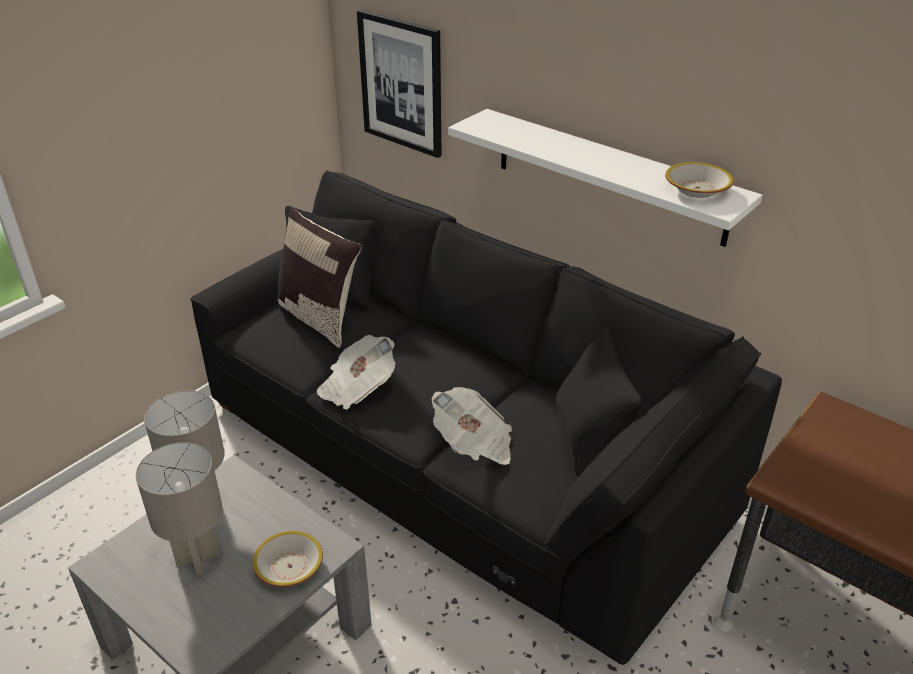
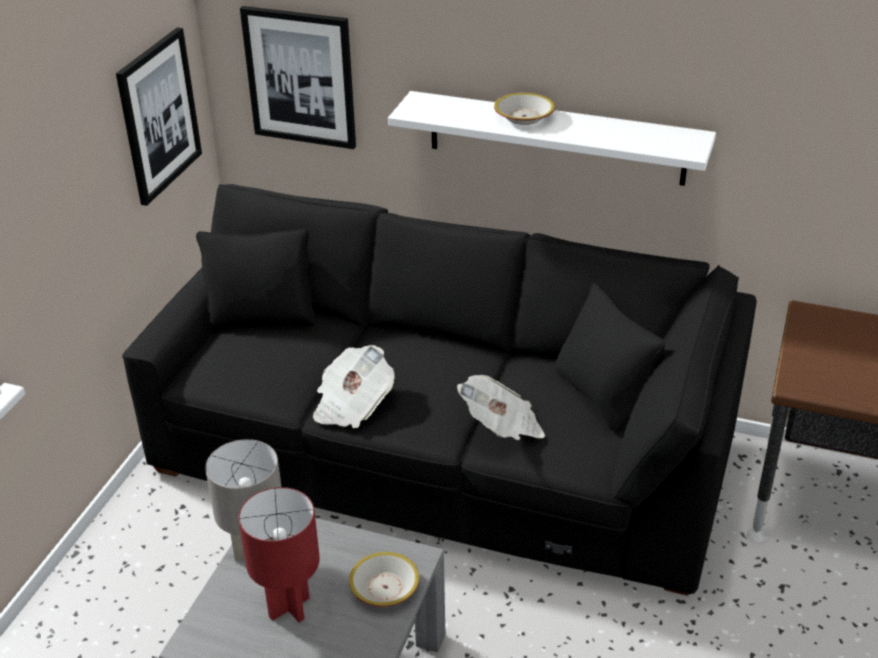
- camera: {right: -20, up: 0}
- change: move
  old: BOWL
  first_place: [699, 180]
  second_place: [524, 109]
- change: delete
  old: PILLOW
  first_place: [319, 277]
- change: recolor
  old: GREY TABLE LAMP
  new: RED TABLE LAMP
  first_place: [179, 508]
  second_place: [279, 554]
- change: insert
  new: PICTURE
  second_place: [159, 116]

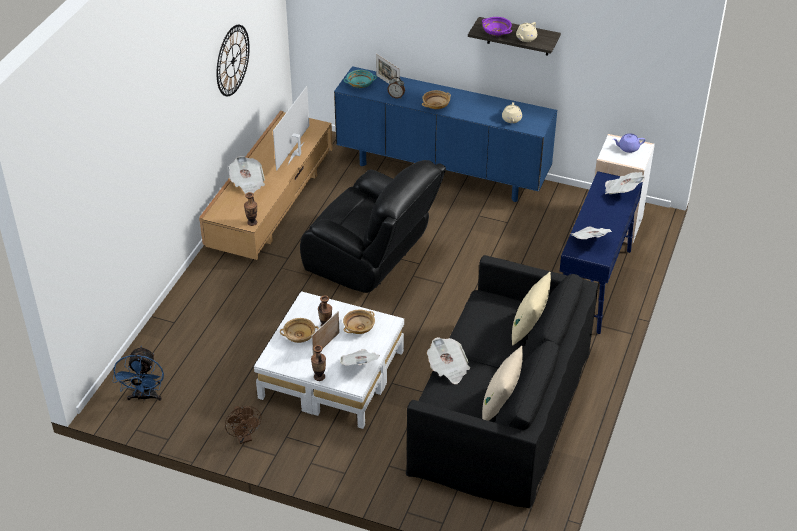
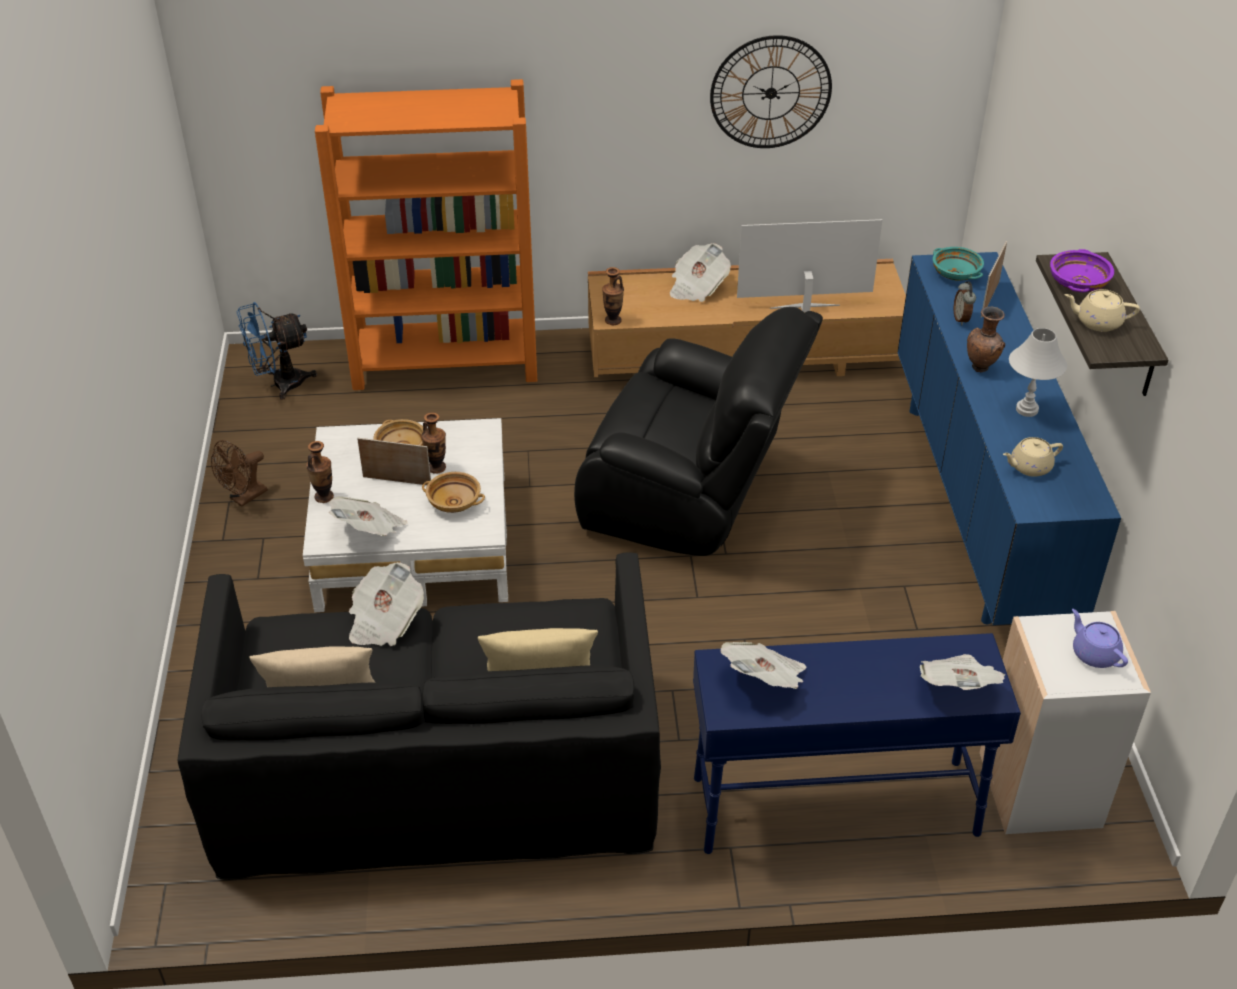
- camera: {right: 65, up: 0}
- change: replace
  old: BEIGE BOWL
  new: BROWN VASE
  first_place: [436, 99]
  second_place: [986, 339]
- change: rotate
  old: BLACK ARMCHAIR
  first_place: [373, 226]
  second_place: [698, 431]
  degrees: -75
- change: insert
  new: ORANGE BOOKCASE
  second_place: [426, 234]
- change: insert
  new: WHITE TABLE LAMP
  second_place: [1038, 372]

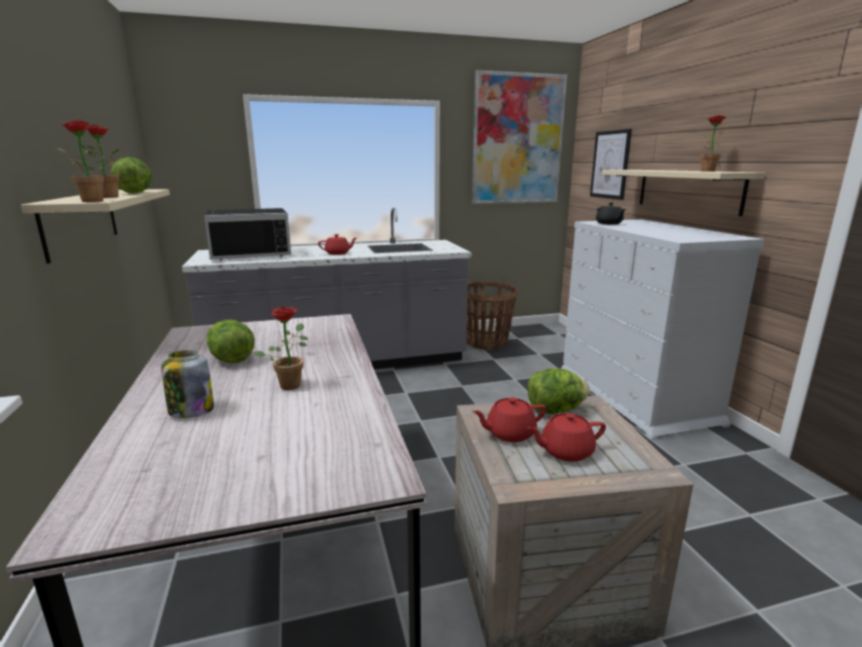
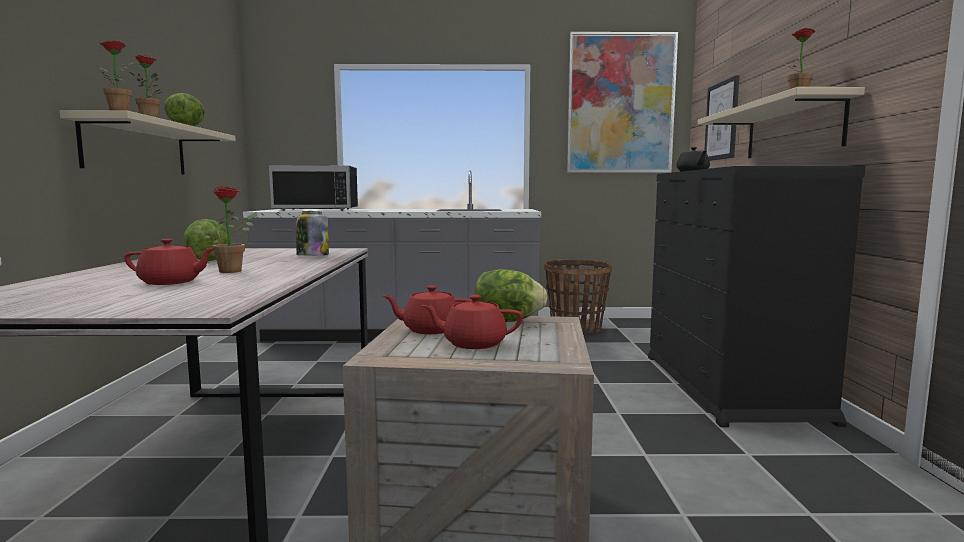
- camera: {right: 15, up: -10}
- change: recolor
  old: WHITE DRESSER
  new: BLACK DRESSER
  first_place: [663, 329]
  second_place: [757, 296]
- change: move
  old: RED TEAPOT
  first_place: [337, 244]
  second_place: [170, 262]
- change: move
  old: JAR
  first_place: [187, 384]
  second_place: [312, 233]

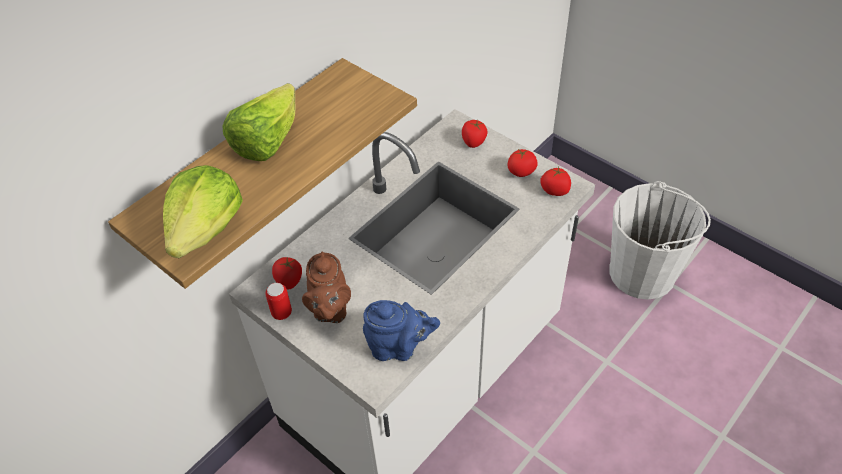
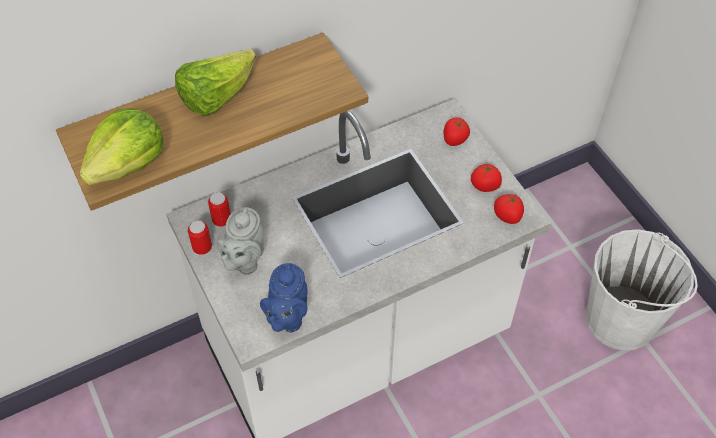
- camera: {right: 20, up: 5}
- change: recolor
  old: BROWN TEAPOT
  new: GREY TEAPOT
  first_place: [326, 287]
  second_place: [240, 241]
- change: replace
  old: TOMATO
  new: CAN
  first_place: [287, 273]
  second_place: [219, 209]
- change: rotate
  old: BLUE TEAPOT
  first_place: [401, 330]
  second_place: [284, 298]
  degrees: 75

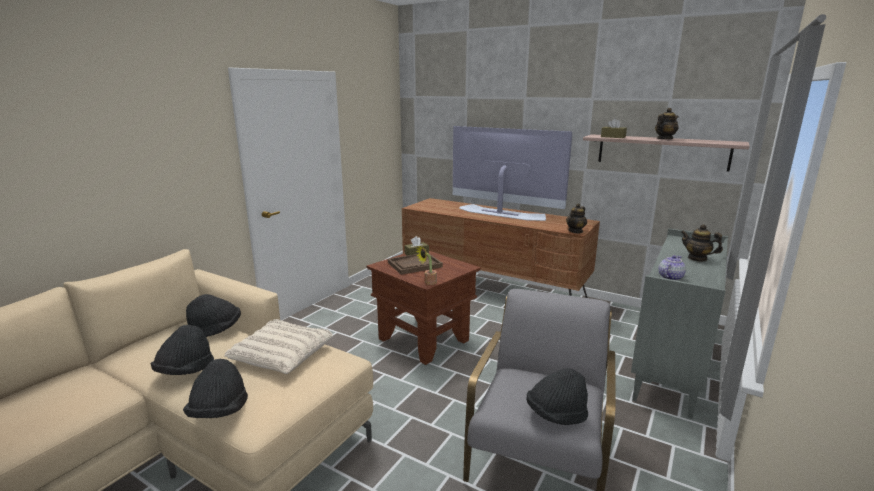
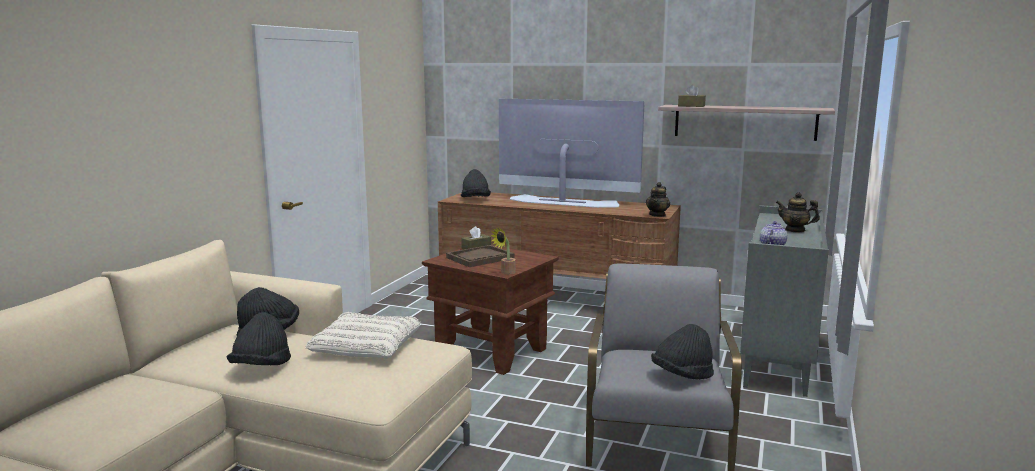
- camera: {right: -10, up: -5}
- change: delete
  old: TEAPOT
  first_place: [667, 123]
- change: move
  old: BLACK HAT
  first_place: [215, 388]
  second_place: [476, 183]

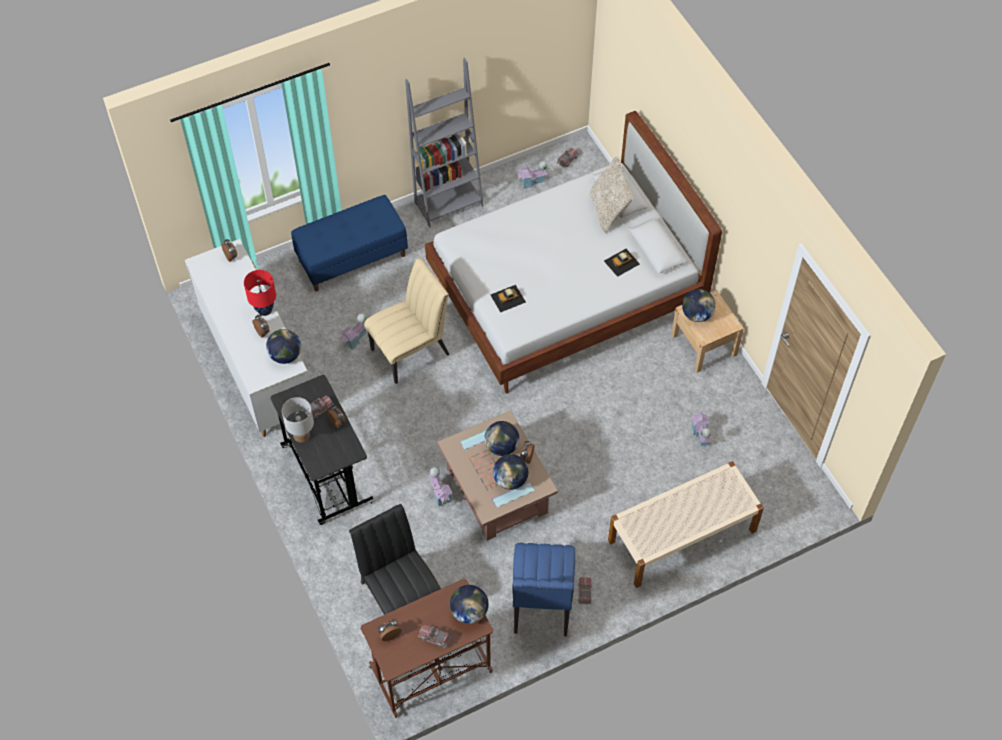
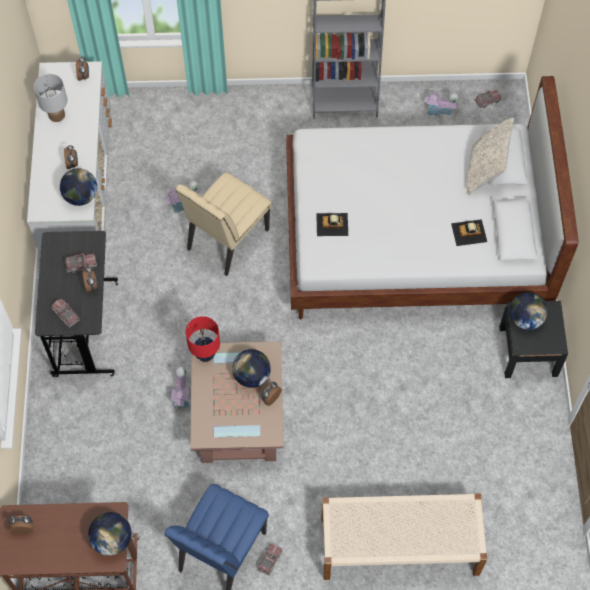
- camera: {right: 25, up: 5}
- change: delete
  old: BLUE BENCH
  first_place: [349, 243]
- change: rotate
  old: BEIGE CHAIR
  first_place: [406, 321]
  second_place: [224, 224]
  degrees: 135
- change: move
  old: RED TABLE LAMP
  first_place: [260, 293]
  second_place: [203, 339]
- change: recolor
  old: BEIGE NIGHTSTAND
  new: BLACK NIGHTSTAND
  first_place: [707, 331]
  second_place: [533, 339]
- change: move
  old: GREY TABLE LAMP
  first_place: [298, 419]
  second_place: [51, 98]
- change: delete
  old: TOY HOUSE
  first_place: [701, 429]
- change: delete
  old: GLOBE
  first_place: [510, 472]
- change: delete
  old: BLACK CHAIR
  first_place: [395, 559]
- change: move
  old: TOY TRUCK
  first_place: [434, 636]
  second_place: [65, 313]

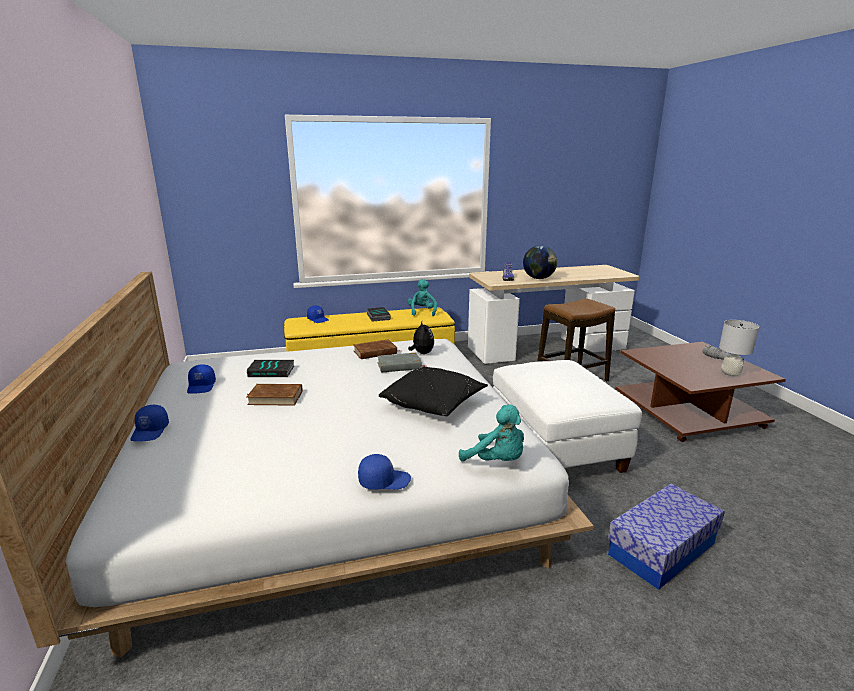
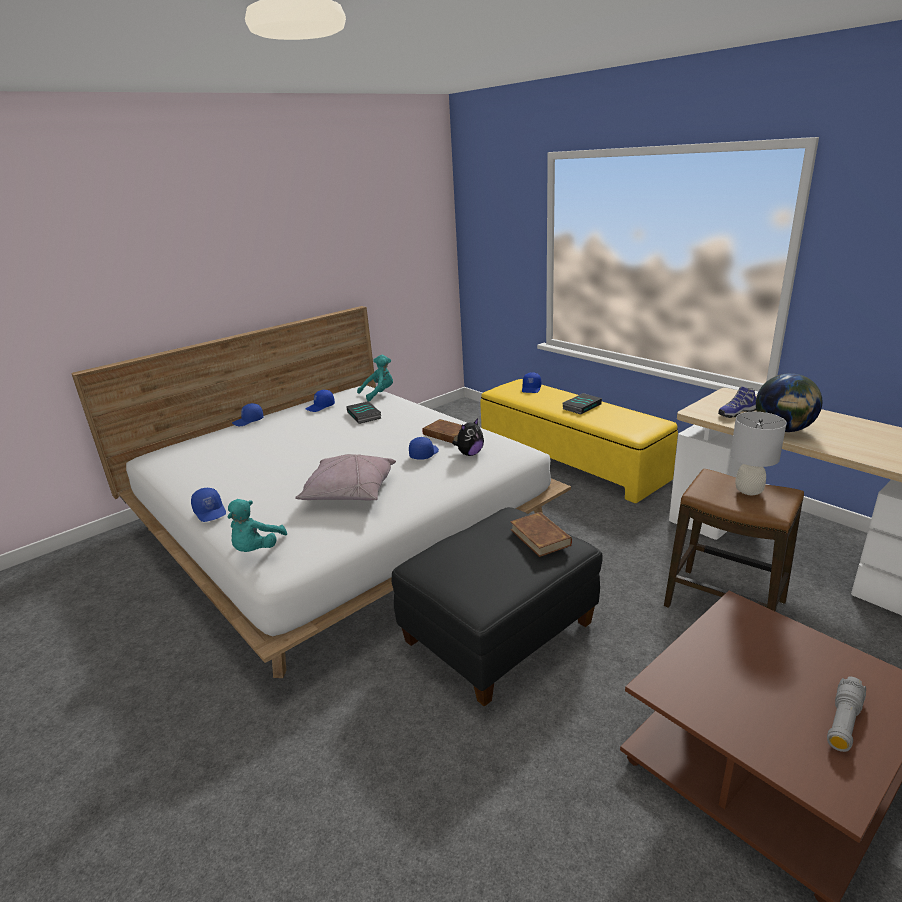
- camera: {right: 65, up: 5}
- change: move
  old: TURQUOISE PLUSH TOY
  first_place: [422, 297]
  second_place: [375, 378]
- change: move
  old: GREY TABLE LAMP
  first_place: [739, 348]
  second_place: [758, 453]
- change: replace
  old: GREY BOOK
  new: BLUE CAP
  first_place: [402, 363]
  second_place: [424, 448]
- change: recolor
  old: WHITE OTTOMAN
  new: BLACK OTTOMAN
  first_place: [567, 416]
  second_place: [497, 607]
- change: recolor
  old: BLACK PILLOW
  new: PURPLE PILLOW
  first_place: [433, 391]
  second_place: [345, 477]
- change: move
  old: BROWN BOOK
  first_place: [275, 395]
  second_place: [541, 534]
- change: delete
  old: STORAGE BOX
  first_place: [666, 537]

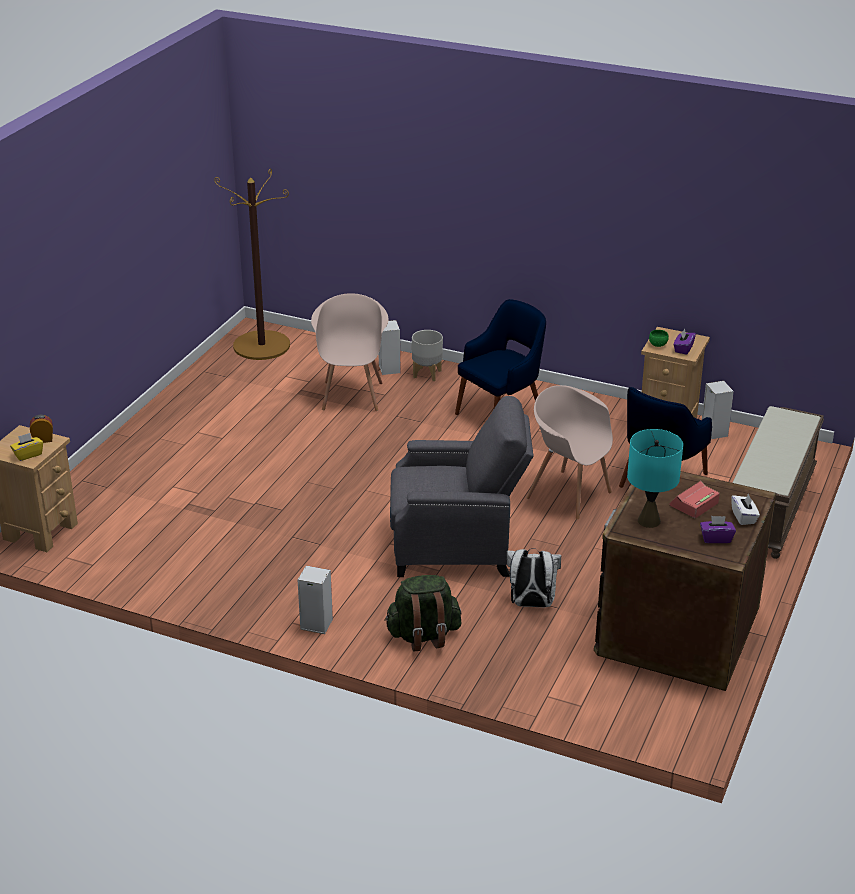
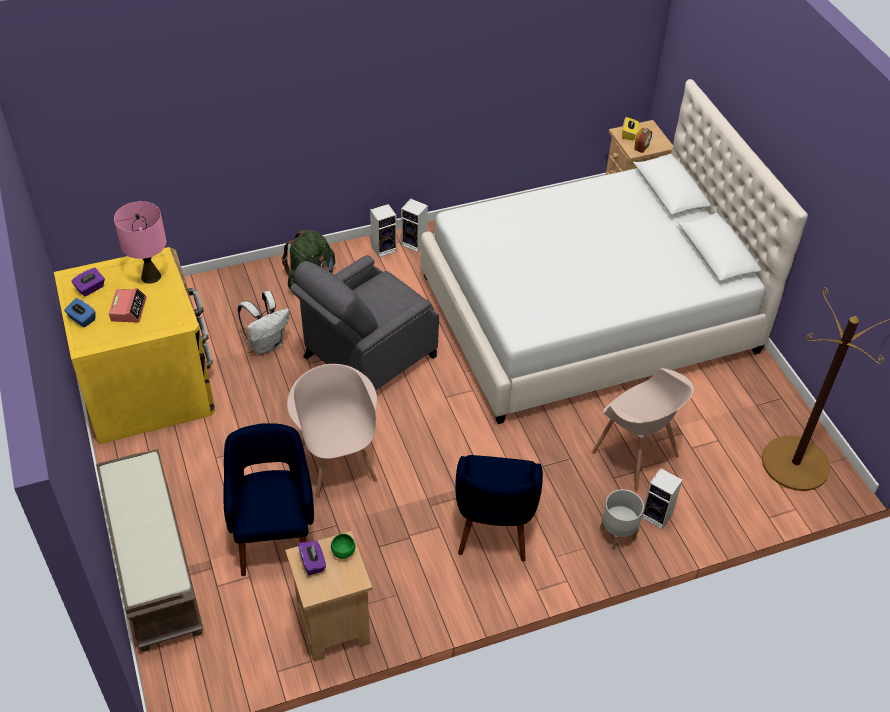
- camera: {right: 135, up: 15}
- change: move
  old: SPEAKER
  first_place: [718, 410]
  second_place: [414, 225]
- change: rotate
  old: BEIGE CHAIR
  first_place: [569, 452]
  second_place: [332, 430]
  degrees: -105
- change: recolor
  old: TURQUOISE TABLE LAMP
  new: PINK TABLE LAMP
  first_place: [655, 478]
  second_place: [140, 242]
- change: recolor
  old: BROWN DRESSER
  new: YELLOW DRESSER
  first_place: [685, 581]
  second_place: [134, 345]
- change: recolor
  old: WHITE TISSUE BOX
  new: BLUE TISSUE BOX
  first_place: [745, 509]
  second_place: [80, 312]
- change: insert
  new: WHITE BED
  second_place: [614, 251]

